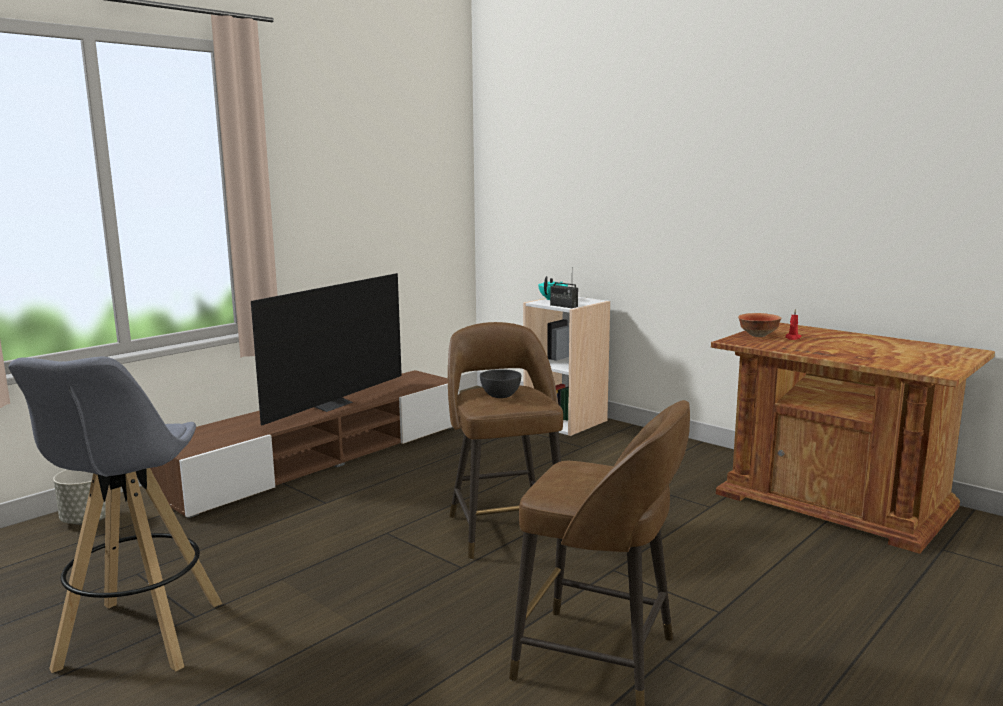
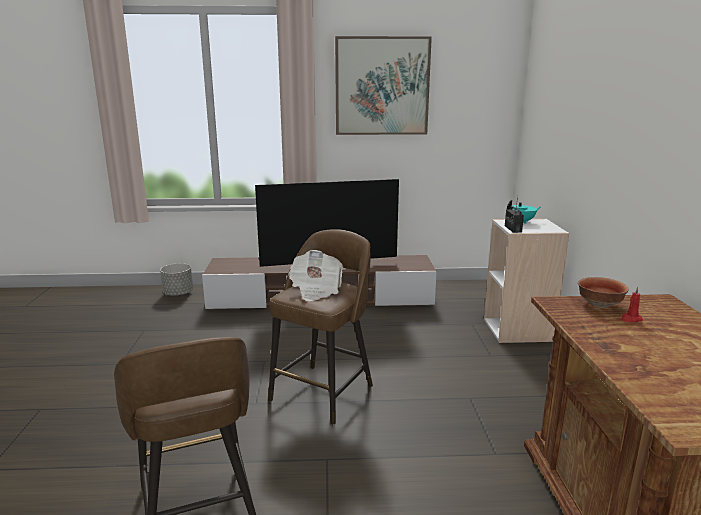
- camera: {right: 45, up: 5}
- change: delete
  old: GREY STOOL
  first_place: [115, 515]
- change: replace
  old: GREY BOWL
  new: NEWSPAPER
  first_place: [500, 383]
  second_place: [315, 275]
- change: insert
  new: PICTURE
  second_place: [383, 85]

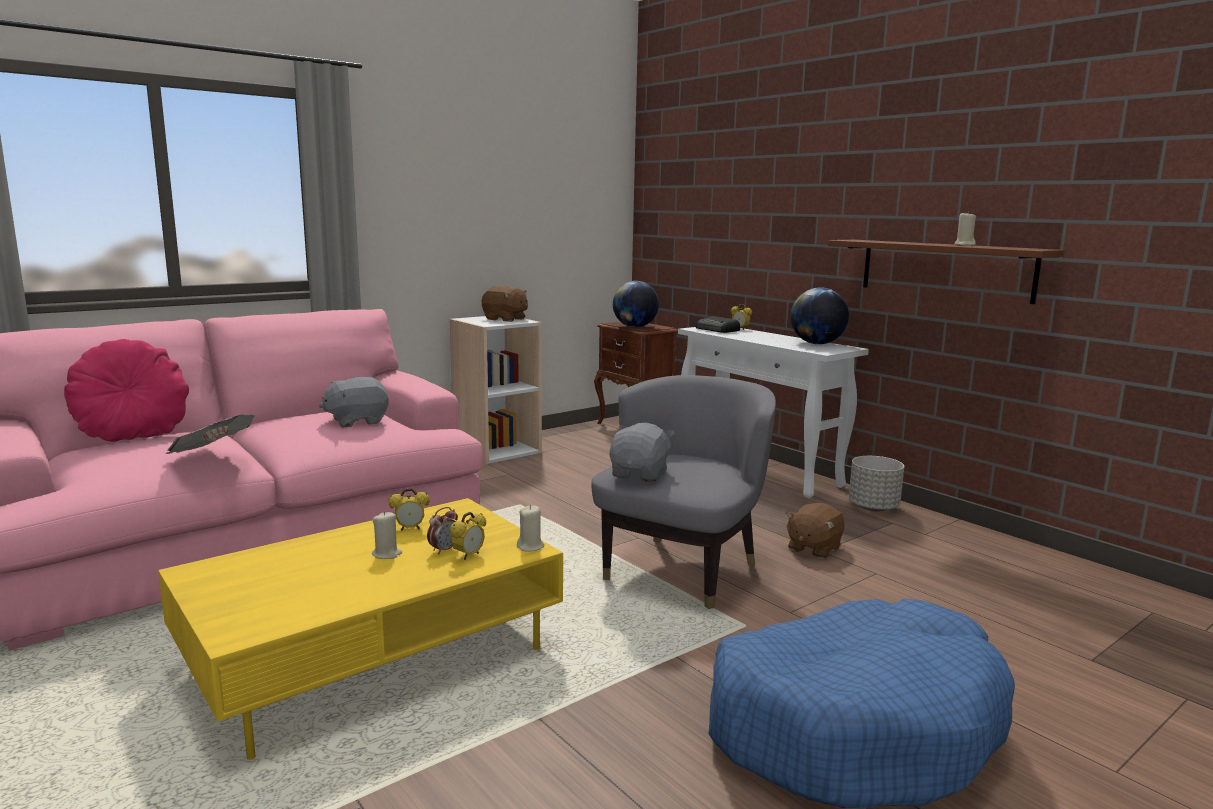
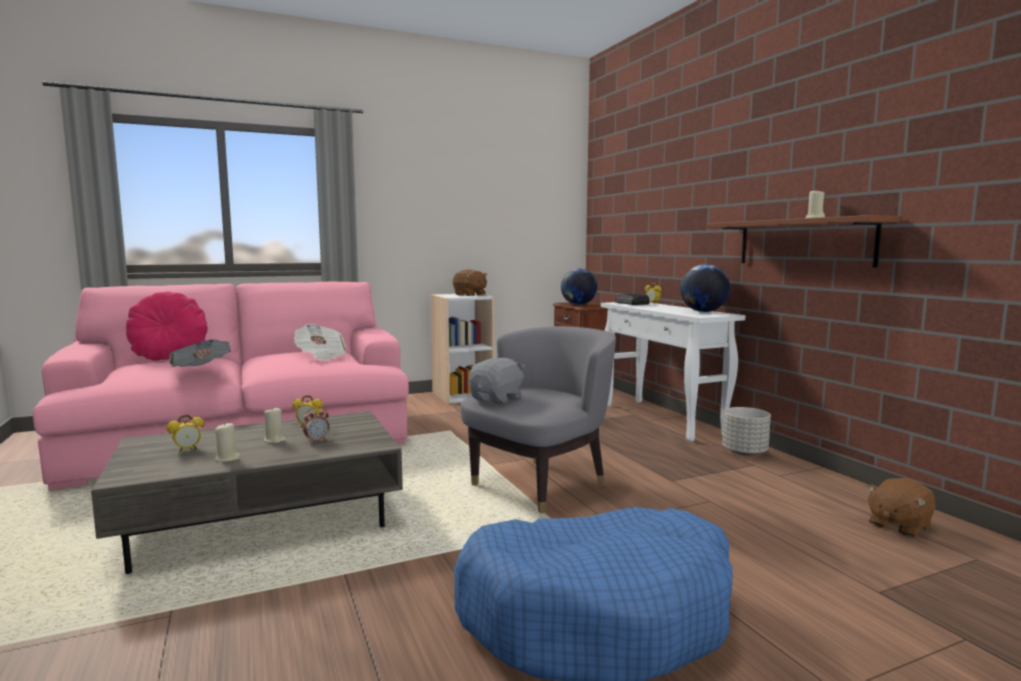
- camera: {right: 15, up: -5}
- change: replace
  old: GREY PLUSH TOY
  new: NEWSPAPER
  first_place: [354, 402]
  second_place: [320, 342]
- change: recolor
  old: YELLOW COFFEE TABLE
  new: GREY COFFEE TABLE
  first_place: [360, 629]
  second_place: [247, 492]
- change: move
  old: BROWN PLUSH TOY
  first_place: [815, 531]
  second_place: [900, 508]
- change: move
  old: BEIGE CANDLE
  first_place: [531, 528]
  second_place: [227, 442]
- change: move
  old: ALARM CLOCK
  first_place: [468, 536]
  second_place: [185, 433]

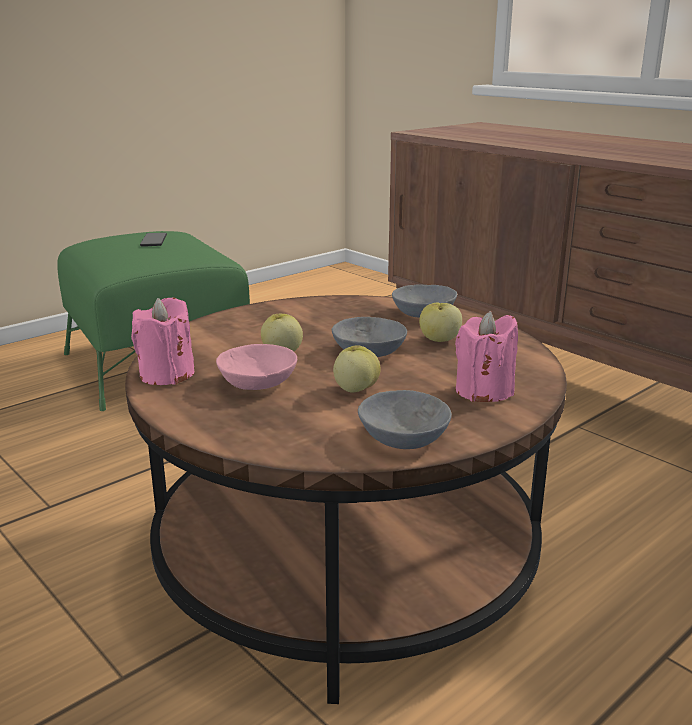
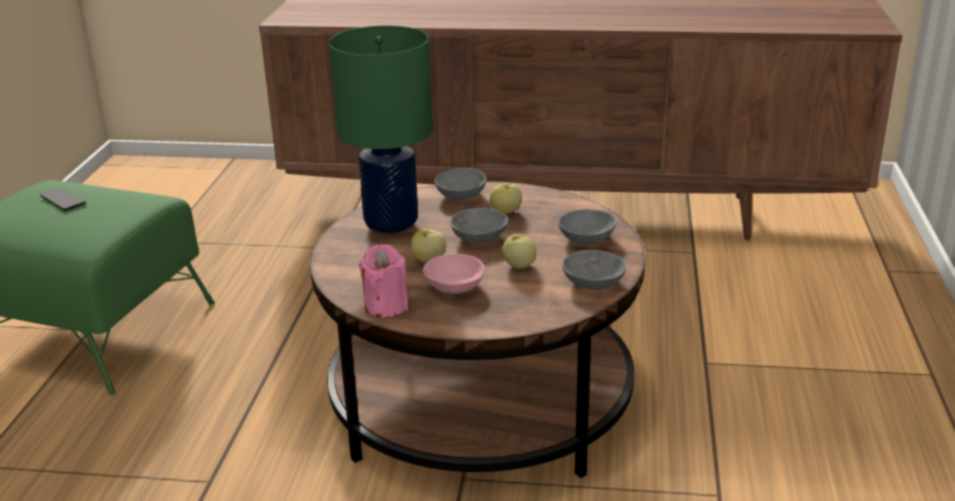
- camera: {right: -40, up: 5}
- change: replace
  old: PINK CANDLE
  new: GREY BOWL
  first_place: [486, 356]
  second_place: [587, 227]
- change: insert
  new: GREEN TABLE LAMP
  second_place: [381, 129]

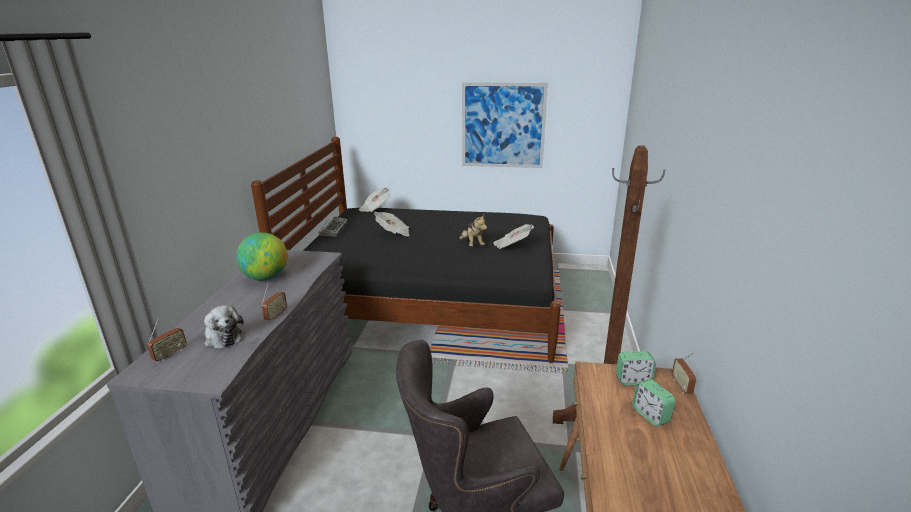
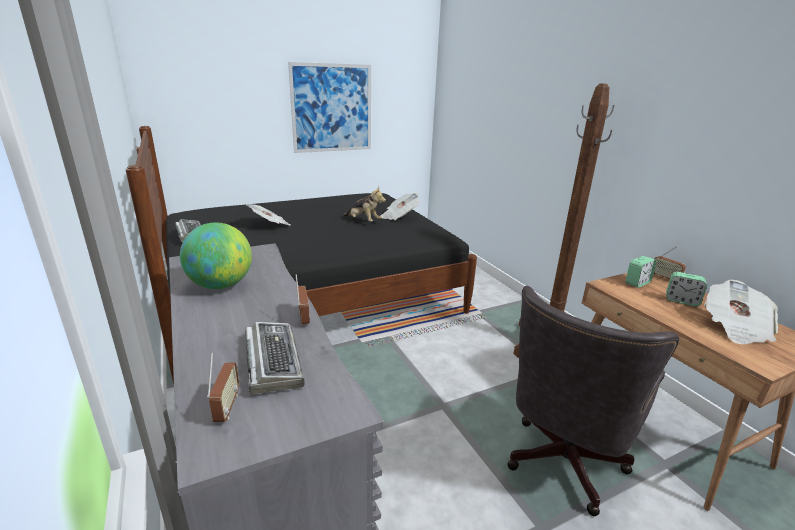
- camera: {right: -35, up: 0}
- change: move
  old: NEWSPAPER
  first_place: [375, 200]
  second_place: [741, 312]
- change: replace
  old: PLUSH TOY
  new: KEYBOARD
  first_place: [224, 327]
  second_place: [274, 358]

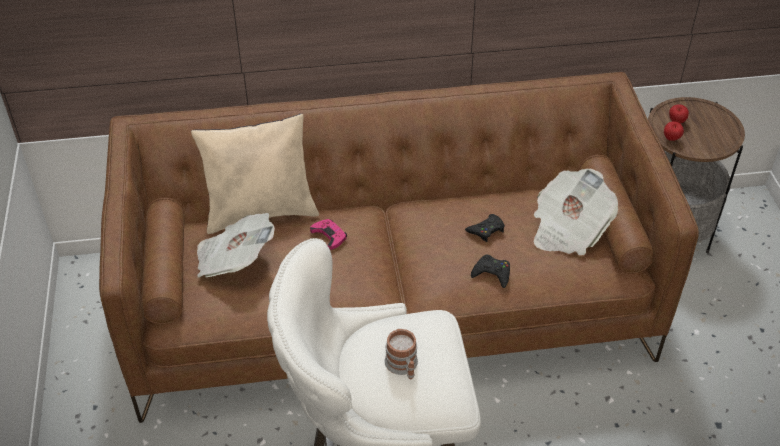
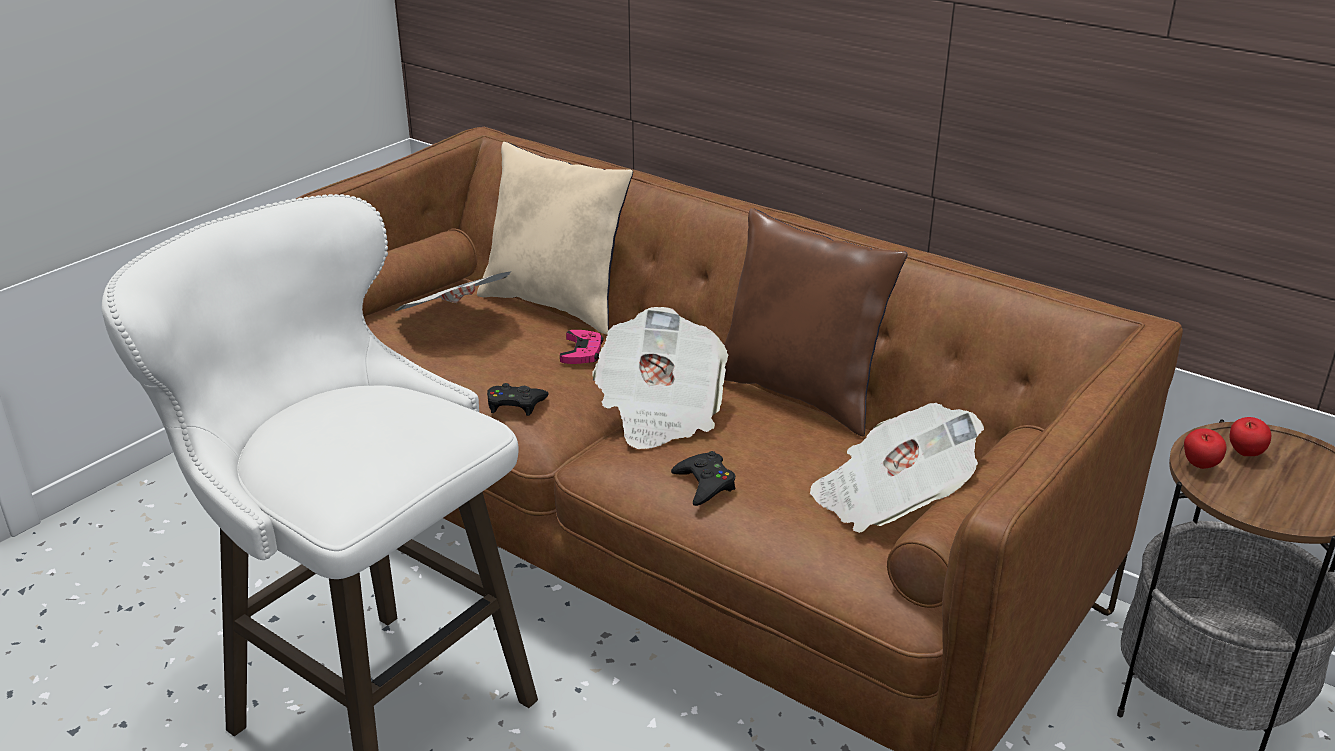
- camera: {right: 45, up: -15}
- change: move
  old: BLACK GAME CONTROLLER
  first_place: [485, 228]
  second_place: [518, 399]
- change: delete
  old: MUG
  first_place: [401, 354]
- change: insert
  new: BROWN PILLOW
  second_place: [815, 322]
- change: insert
  new: NEWSPAPER
  second_place: [660, 378]

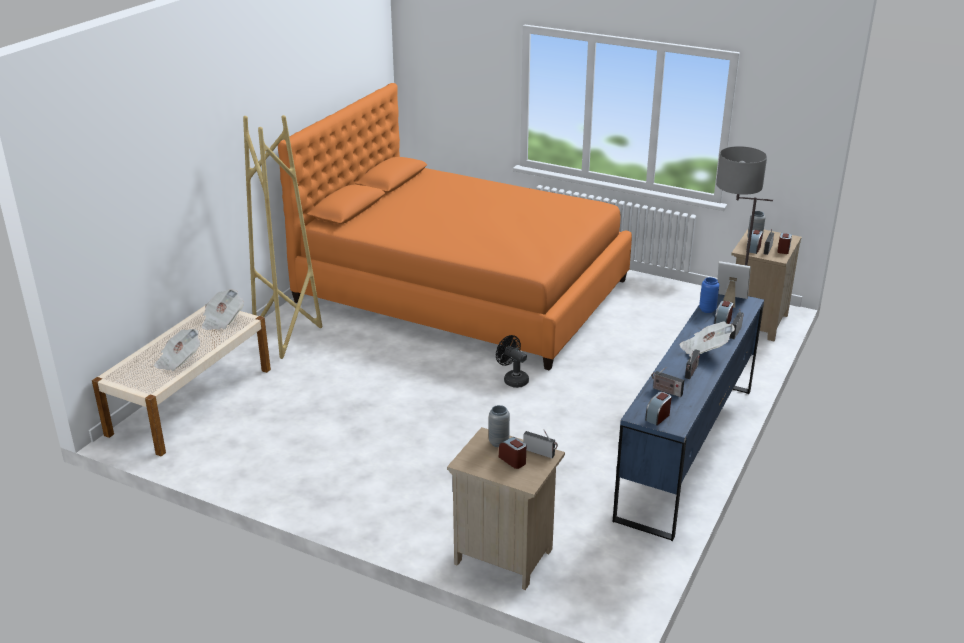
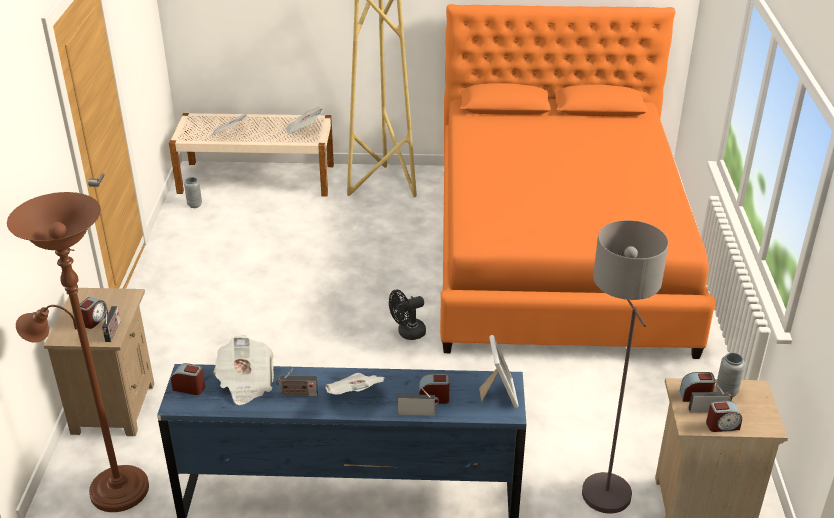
- camera: {right: 65, up: 5}
- change: delete
  old: BLUE VASE
  first_place: [709, 295]
- change: rotate
  old: BLACK FAN
  first_place: [512, 361]
  second_place: [407, 314]
  degrees: -135
- change: replace
  old: RADIO
  new: NEWSPAPER
  first_place: [667, 382]
  second_place: [244, 370]
- change: move
  old: GREY VASE
  first_place: [499, 426]
  second_place: [193, 192]
- change: insert
  new: BROWN FLOOR LAMP
  second_place: [78, 352]

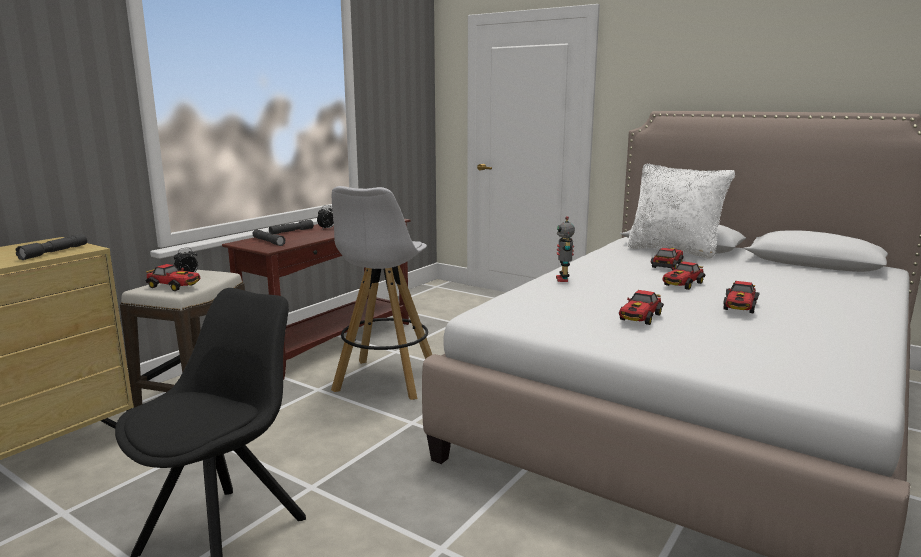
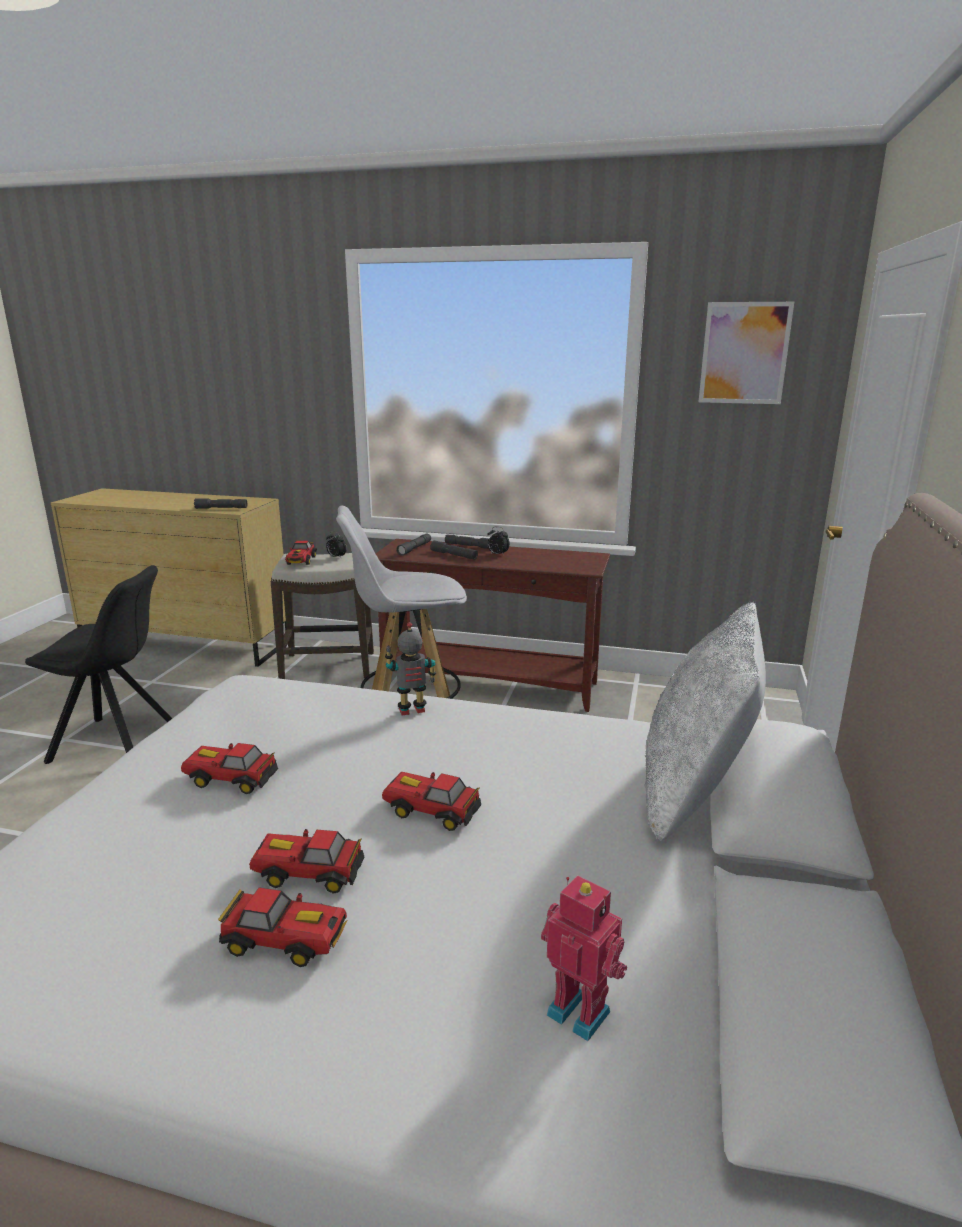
- camera: {right: 70, up: 5}
- change: move
  old: TOY CAR
  first_place: [667, 259]
  second_place: [282, 927]
- change: insert
  new: PICTURE
  second_place: [746, 353]
- change: insert
  new: GREY FLASHLIGHT
  second_place: [454, 550]
- change: insert
  new: TOY ROBOT
  second_place: [584, 958]

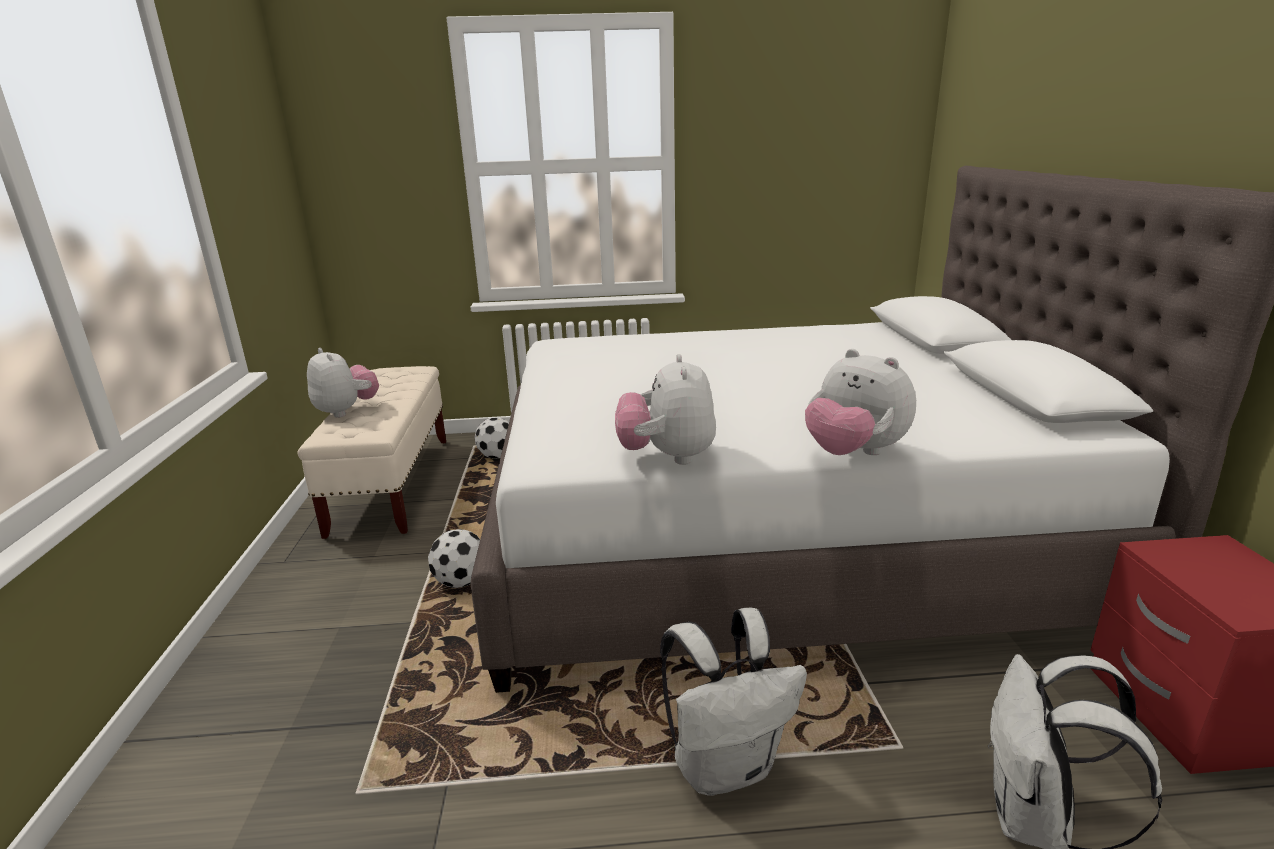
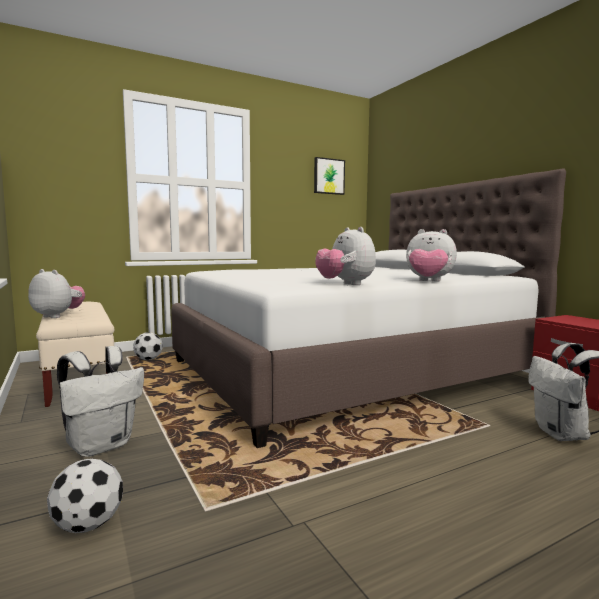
- camera: {right: -25, up: -15}
- change: move
  old: FOOTBALL
  first_place: [454, 558]
  second_place: [85, 496]
- change: move
  old: WHITE BACKPACK
  first_place: [733, 702]
  second_place: [100, 401]
- change: insert
  new: PICTURE
  second_place: [329, 176]

